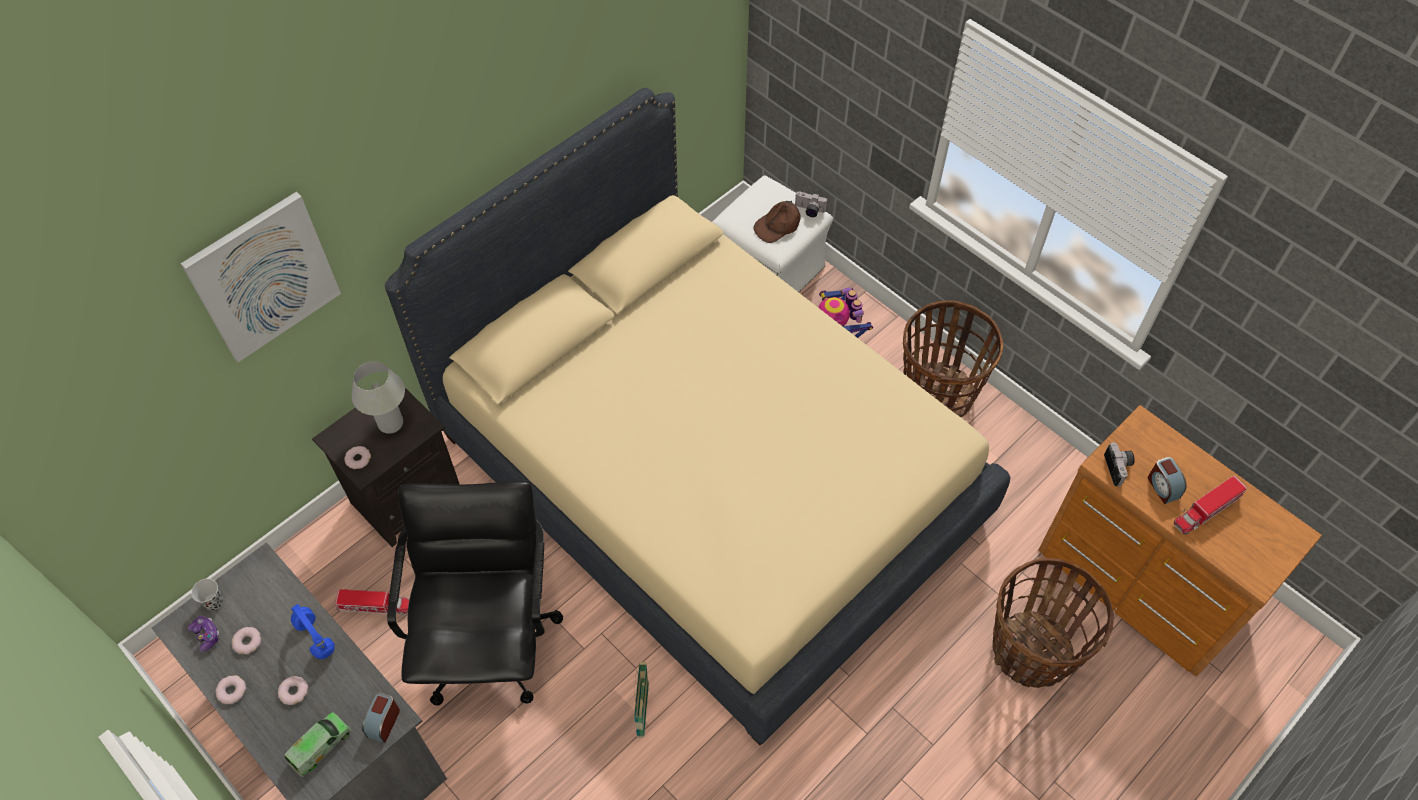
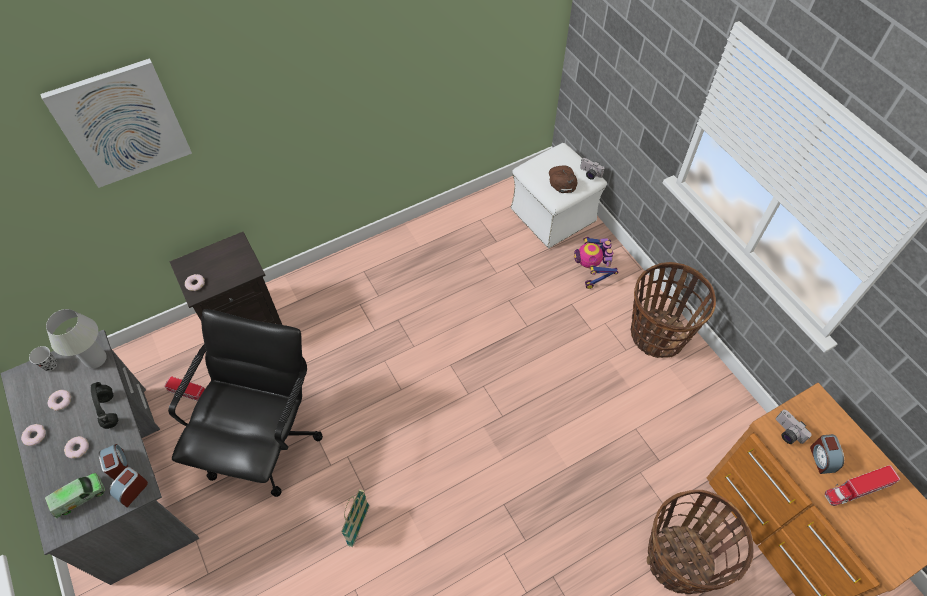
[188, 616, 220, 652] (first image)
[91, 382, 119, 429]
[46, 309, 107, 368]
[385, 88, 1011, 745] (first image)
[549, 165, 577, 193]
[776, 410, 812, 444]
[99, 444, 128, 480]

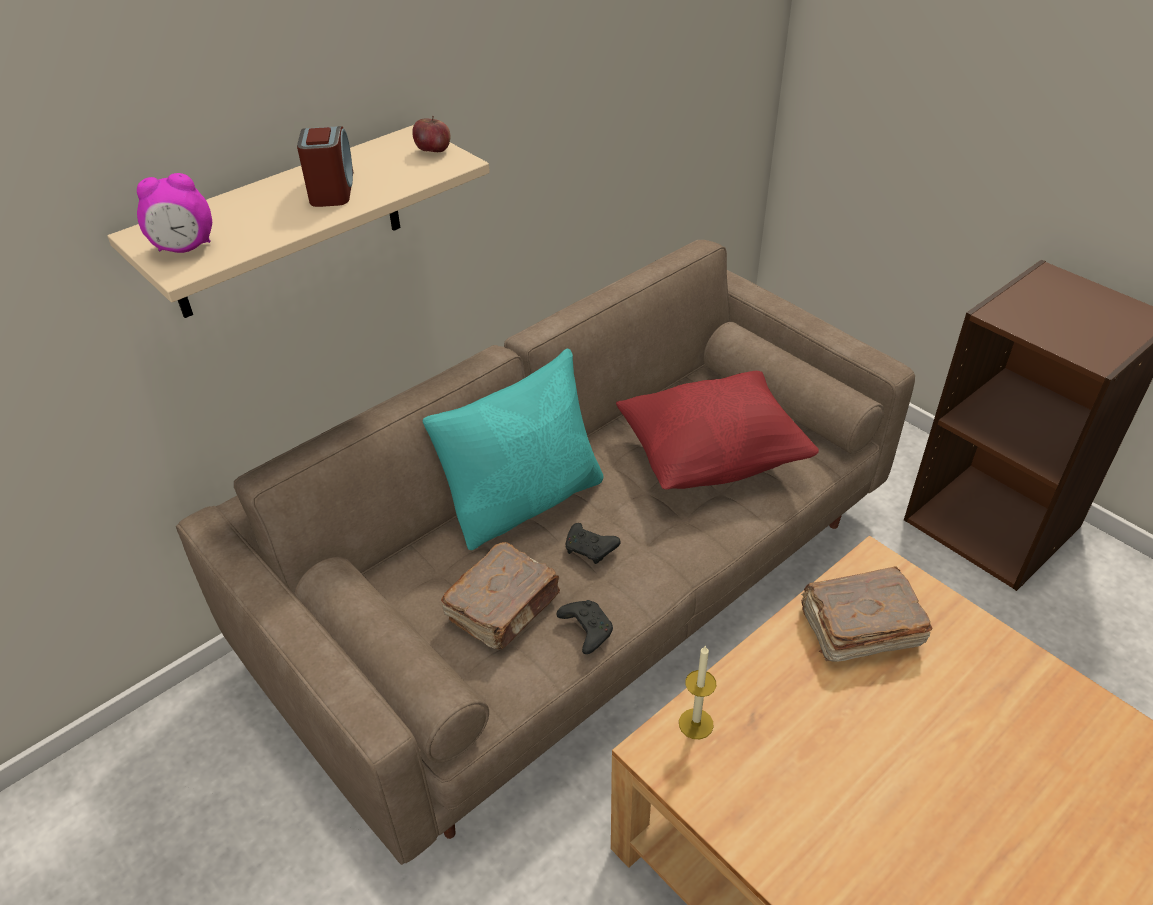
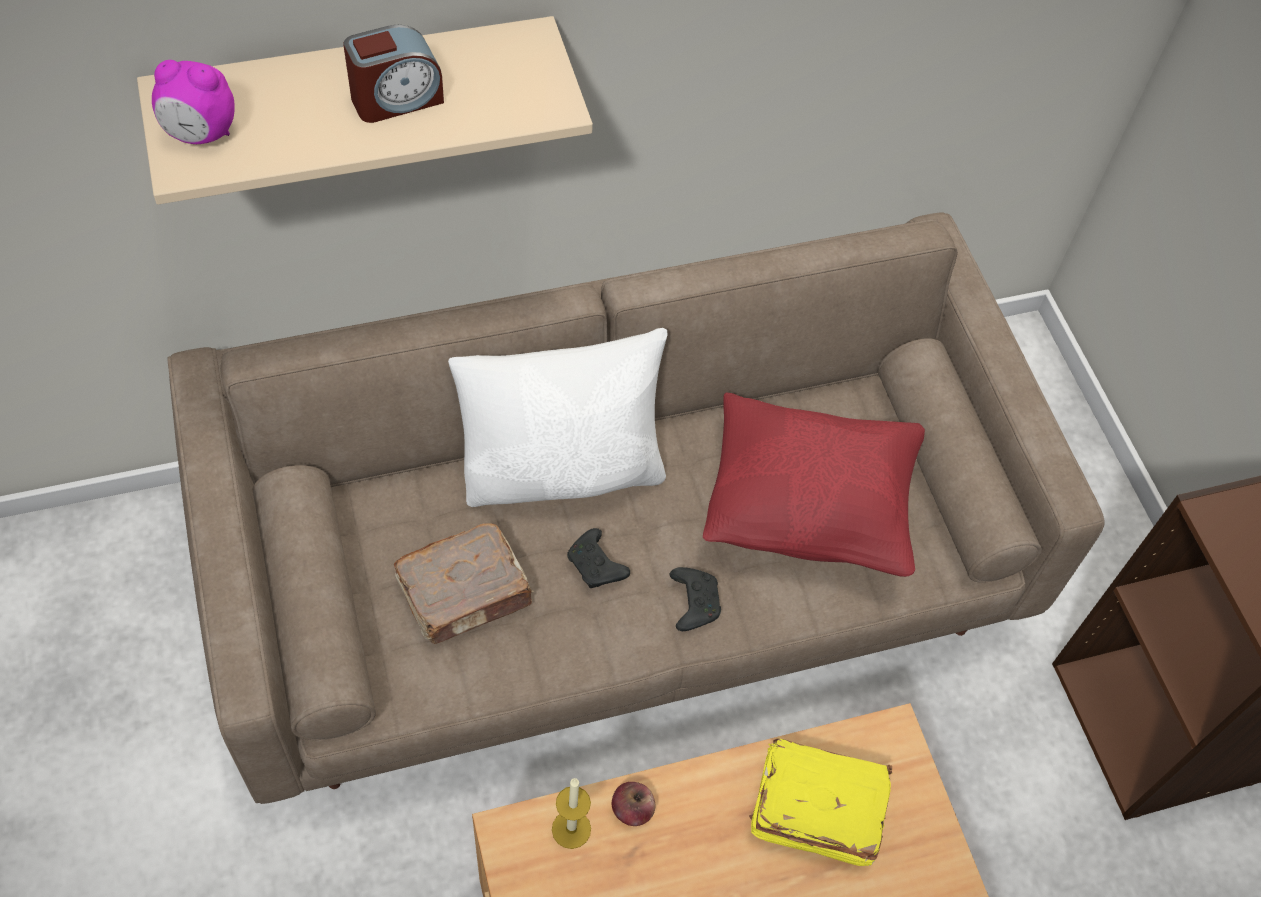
[343, 25, 444, 123]
[612, 782, 655, 826]
[448, 328, 667, 507]
[670, 567, 721, 631]
[749, 738, 892, 866]

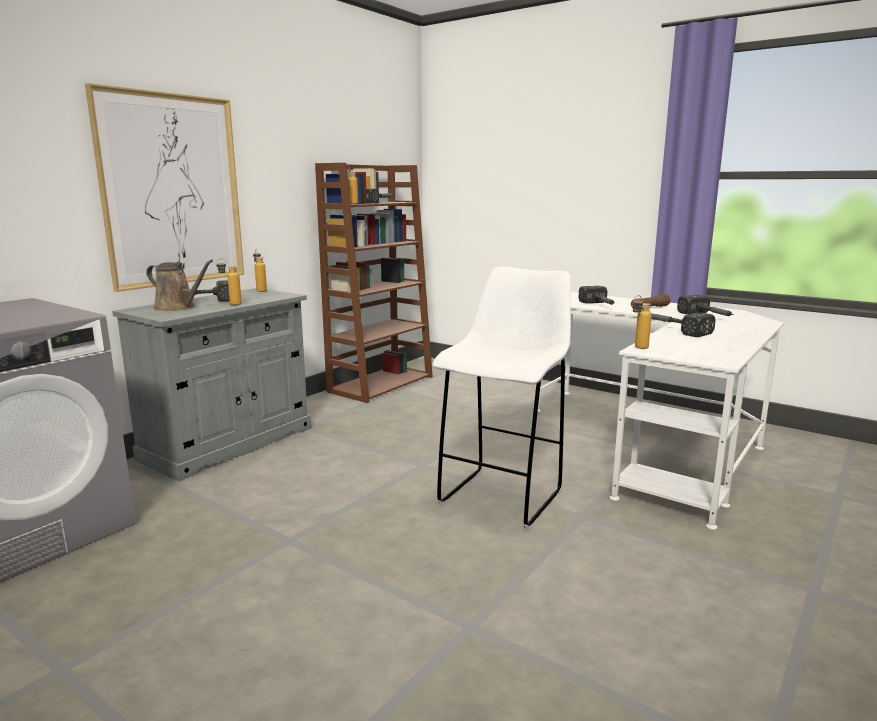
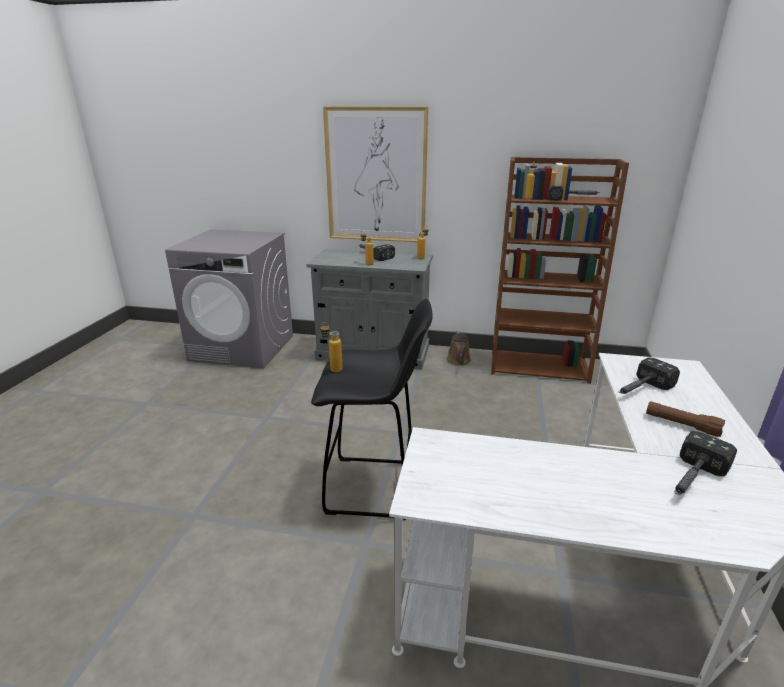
[447, 331, 471, 366]
[311, 299, 433, 520]
[320, 322, 343, 372]
[651, 313, 716, 337] (first image)

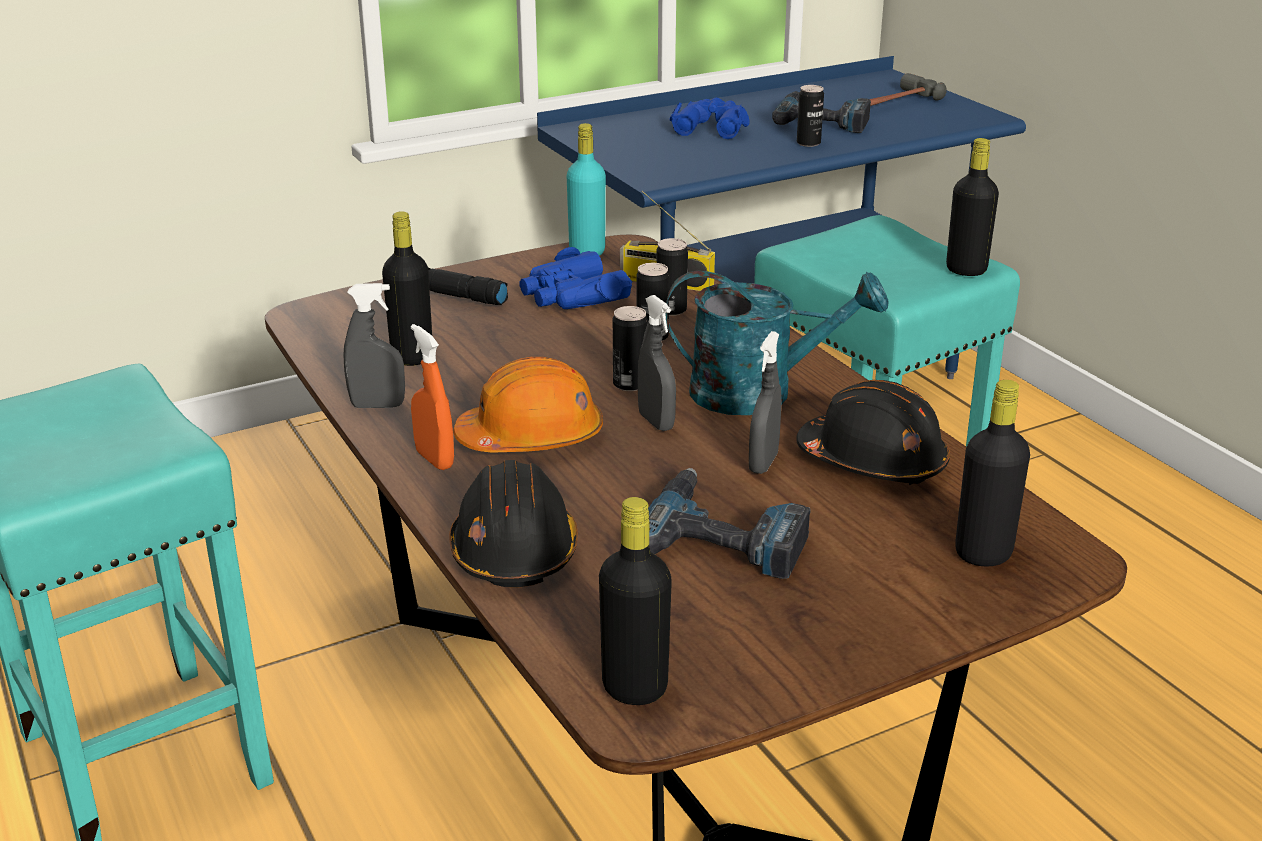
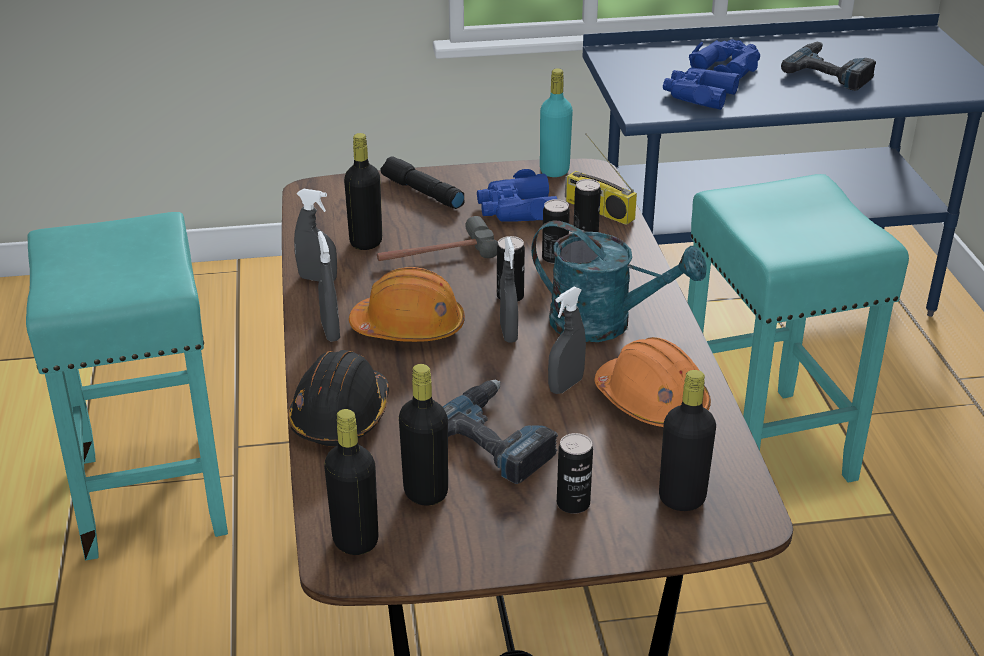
[318, 231, 340, 342]
[595, 337, 711, 427]
[557, 433, 593, 514]
[377, 216, 498, 261]
[399, 364, 448, 506]
[663, 64, 741, 110]

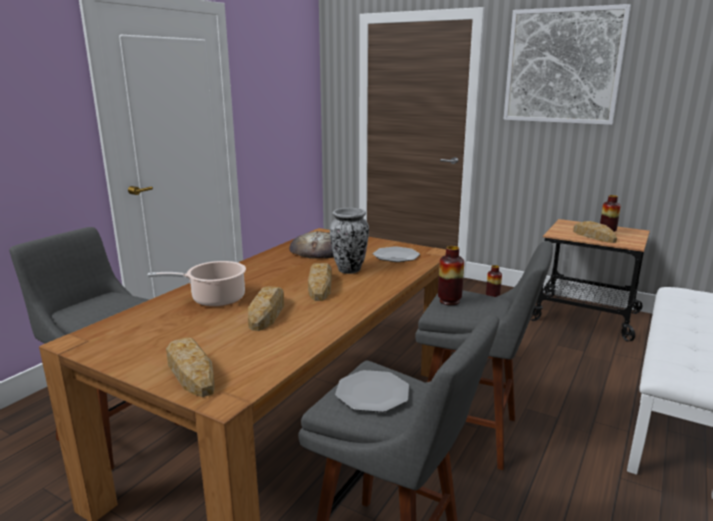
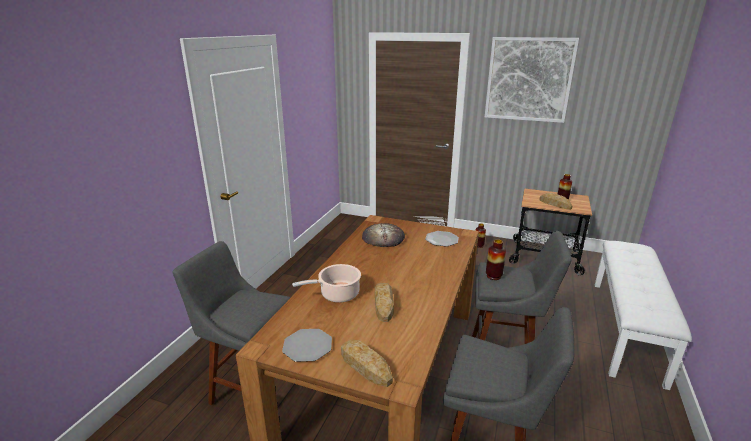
[308, 263, 332, 301] (first image)
[330, 208, 369, 274] (first image)
[282, 329, 332, 362]

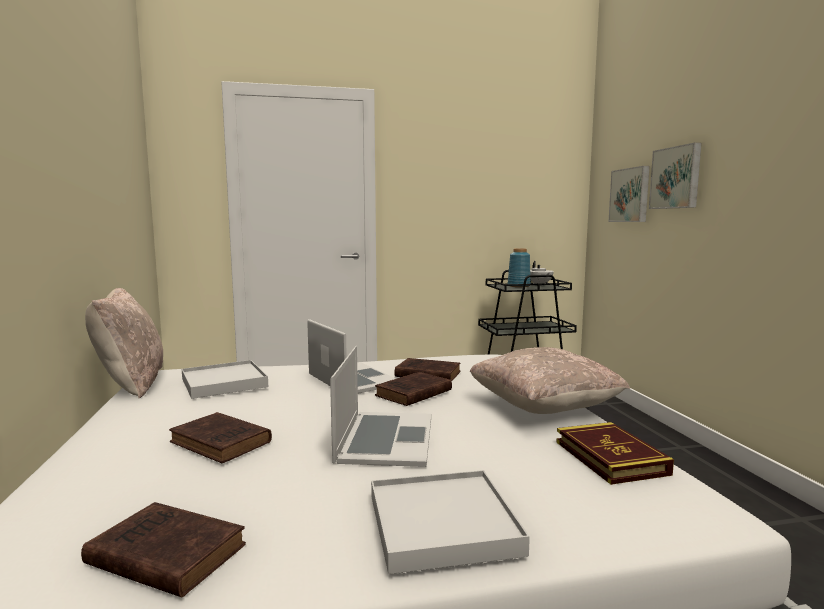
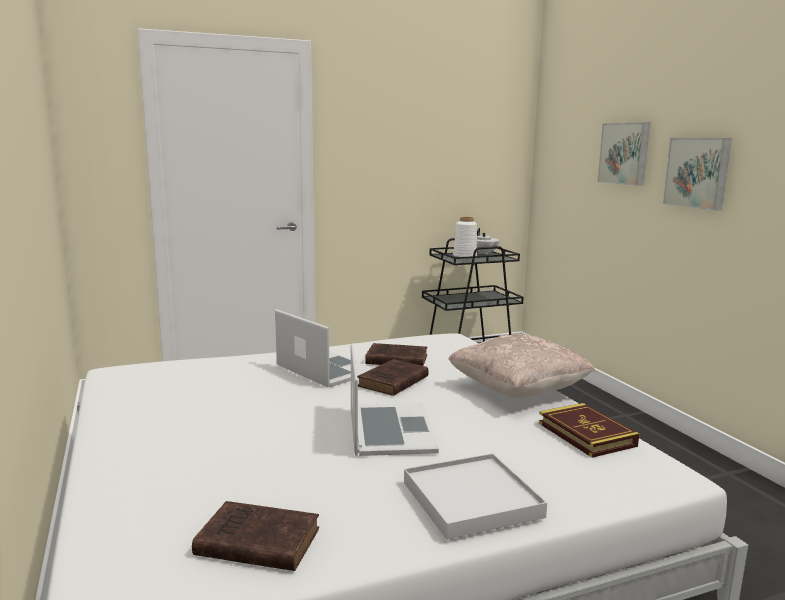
[85, 288, 163, 398] (first image)
[169, 412, 272, 463] (first image)
[182, 360, 268, 399] (first image)
[453, 217, 477, 257]
[663, 138, 732, 211]

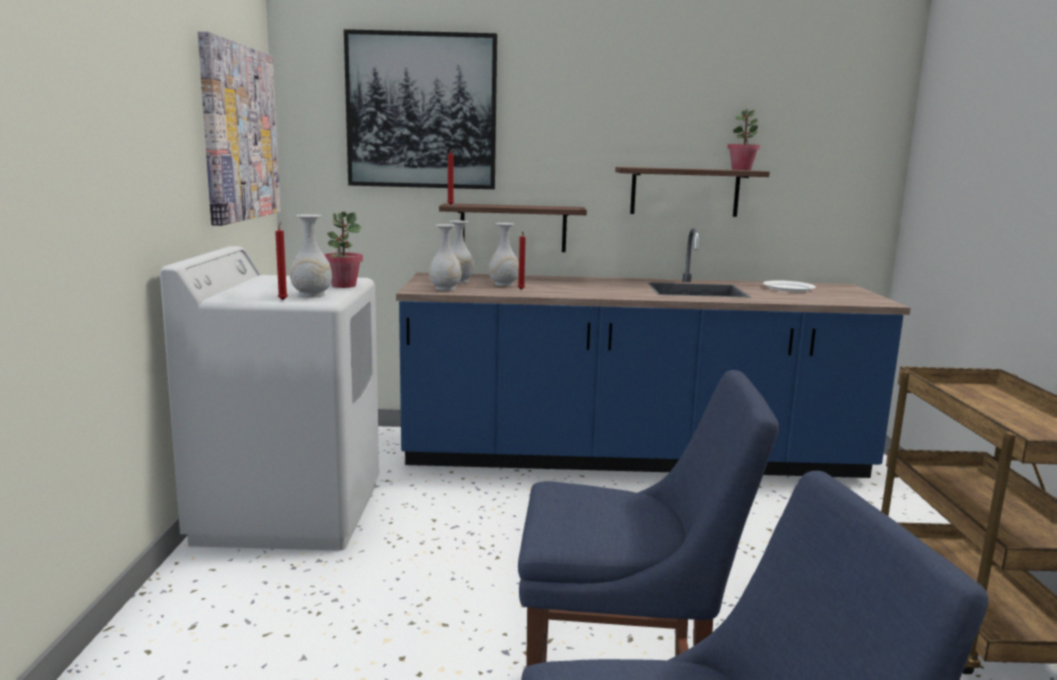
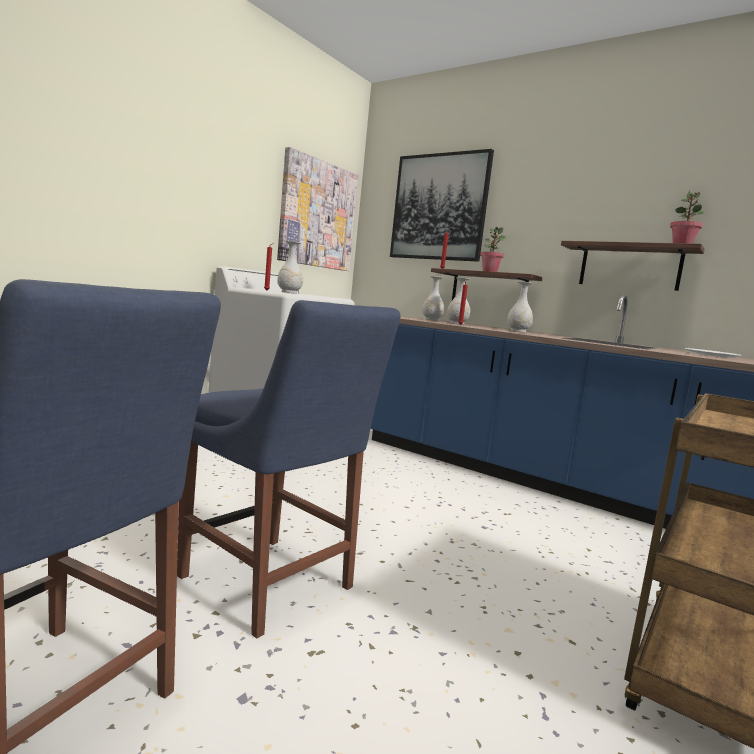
[480, 227, 506, 272]
[507, 282, 533, 332]

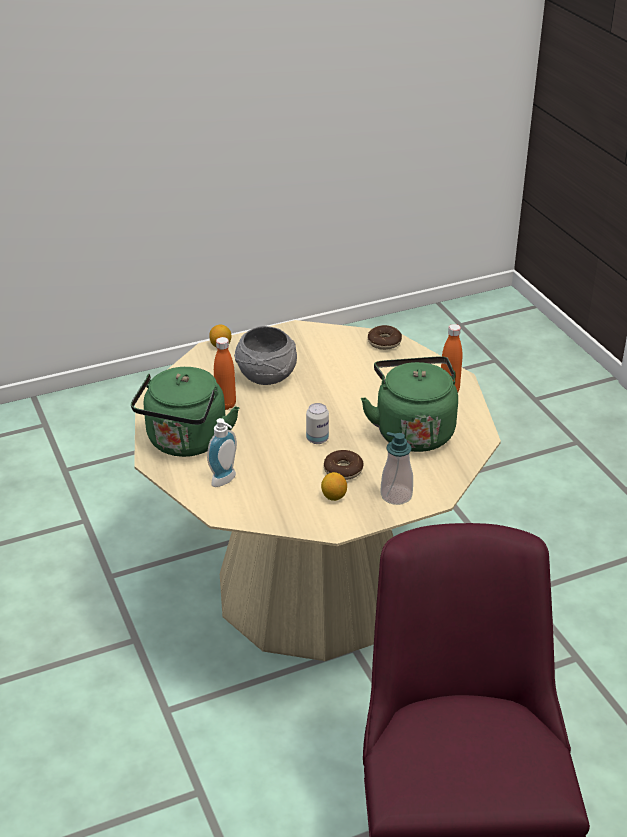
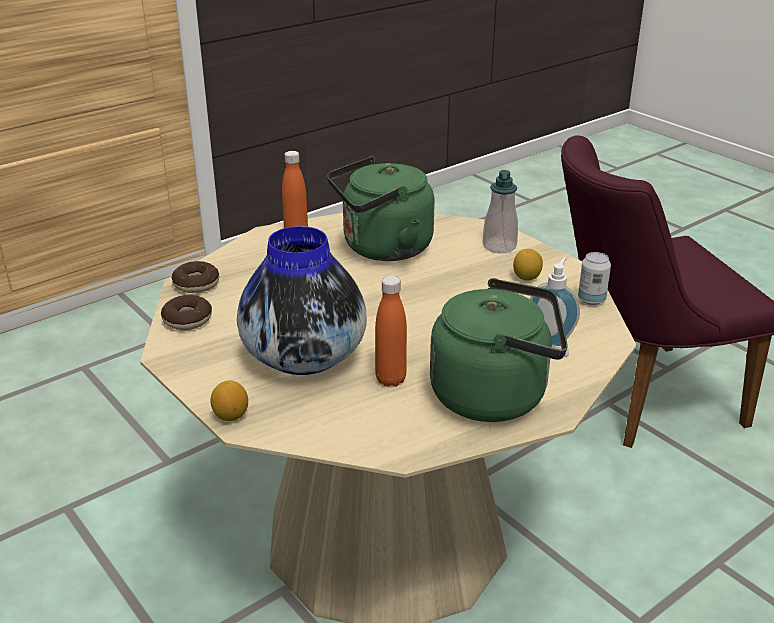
[237, 226, 367, 375]
[578, 252, 611, 305]
[161, 295, 212, 330]

